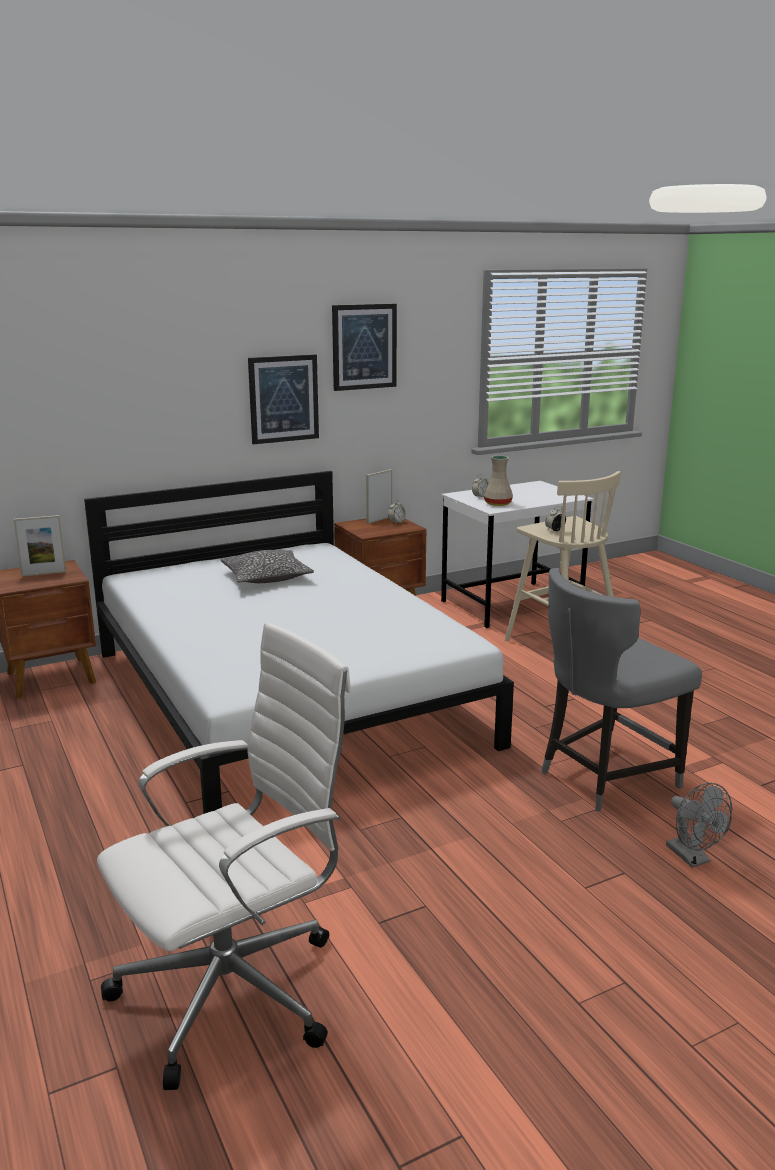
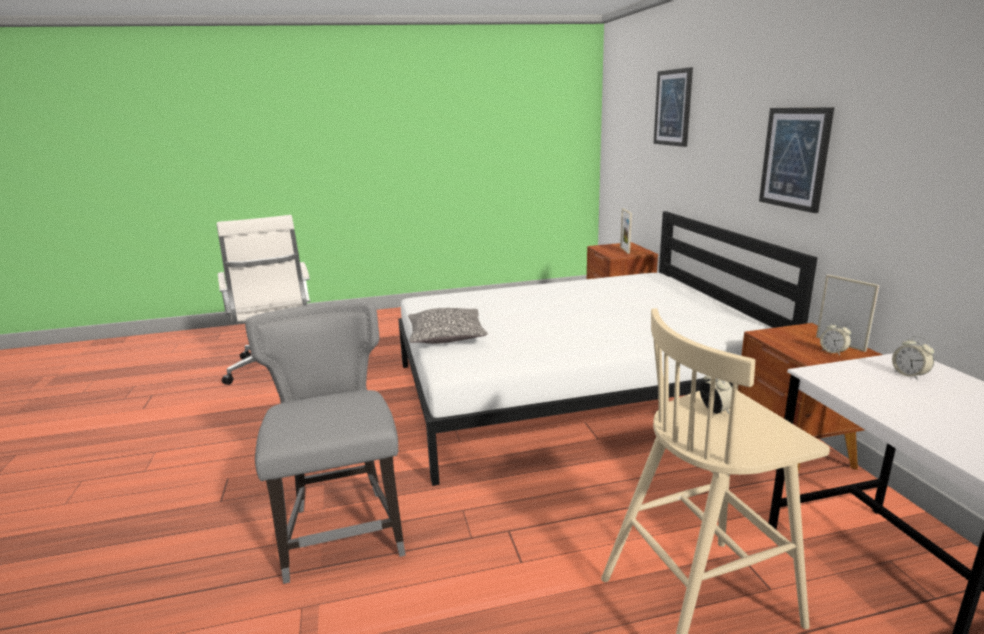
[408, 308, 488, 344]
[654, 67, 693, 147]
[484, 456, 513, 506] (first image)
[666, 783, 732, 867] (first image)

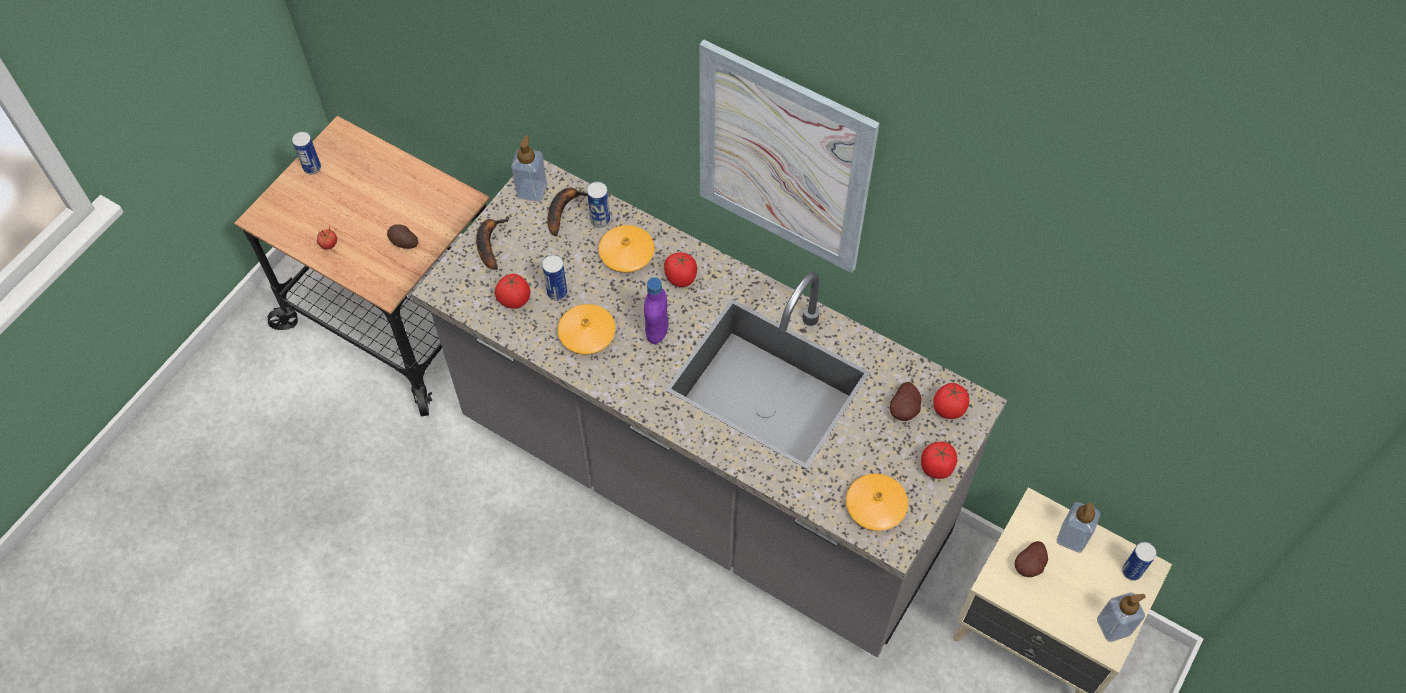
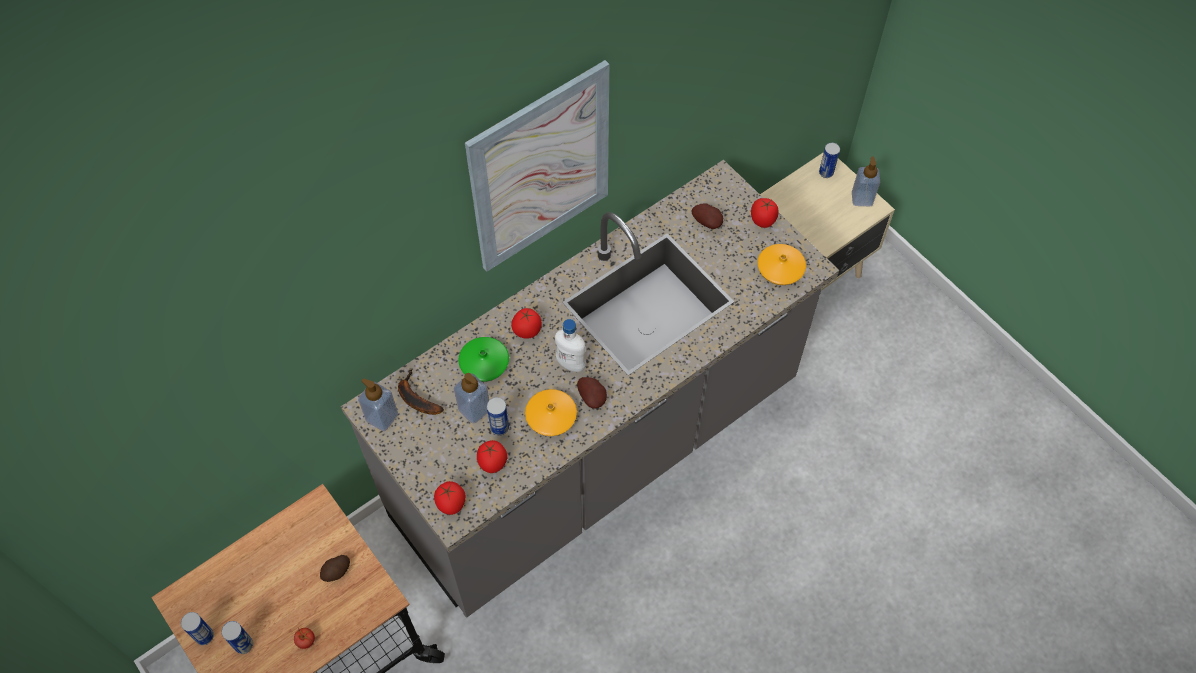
[476, 217, 509, 270] (first image)
[221, 621, 253, 654]
[458, 337, 509, 382]
[555, 319, 586, 372]
[434, 481, 466, 515]
[577, 377, 607, 409]
[454, 373, 489, 424]

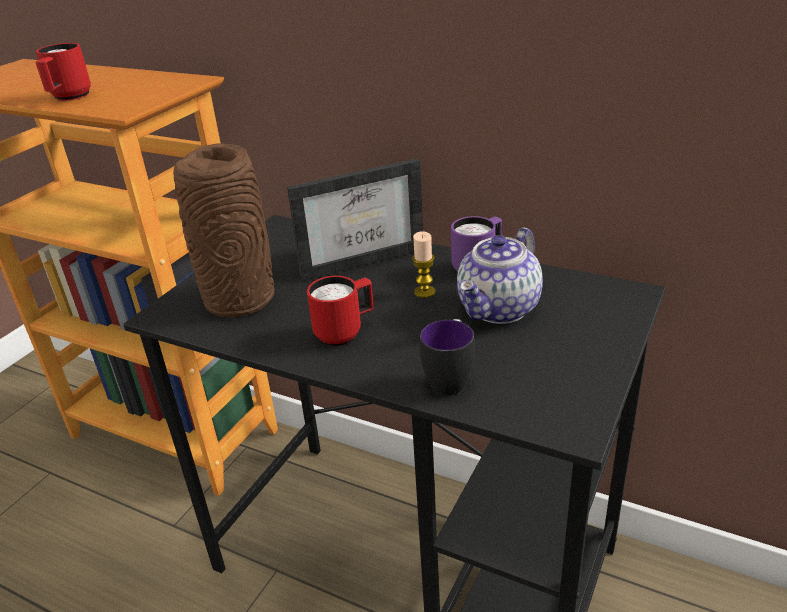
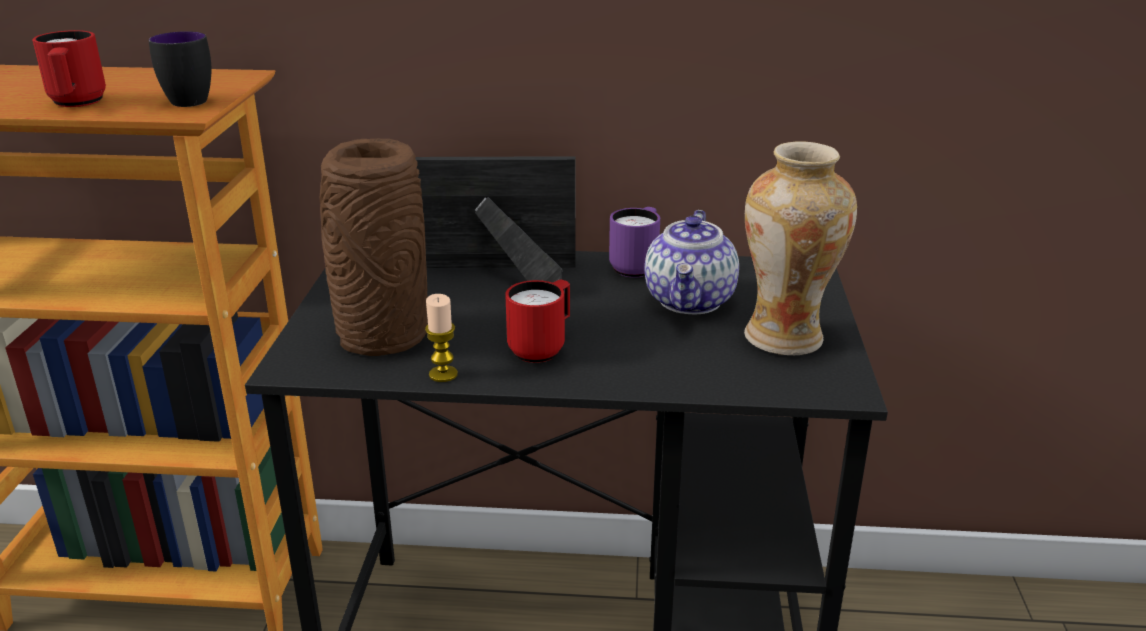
[415, 156, 576, 283]
[425, 294, 458, 382]
[149, 31, 211, 107]
[744, 141, 857, 355]

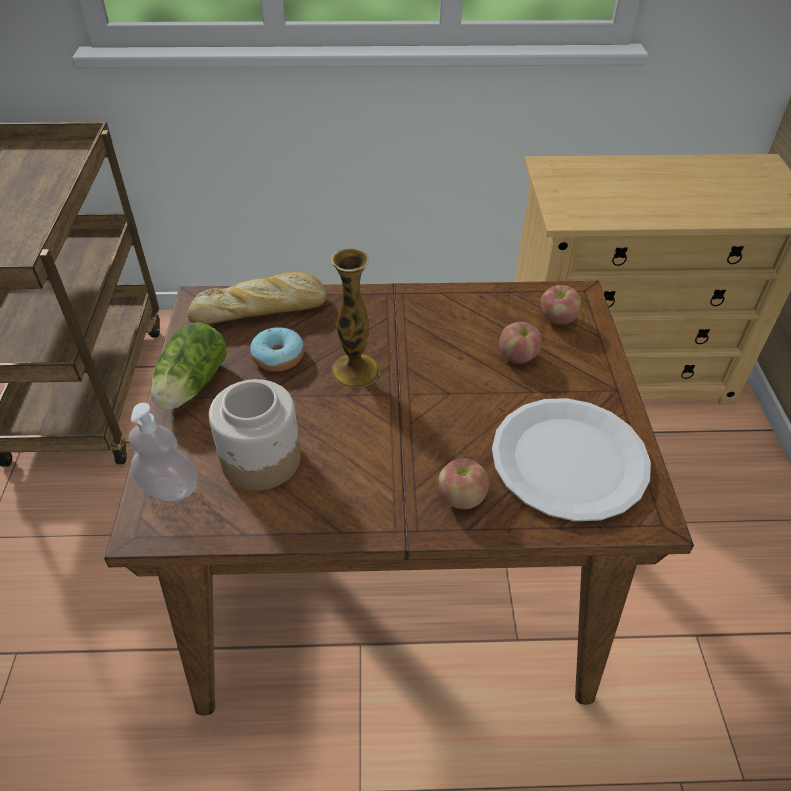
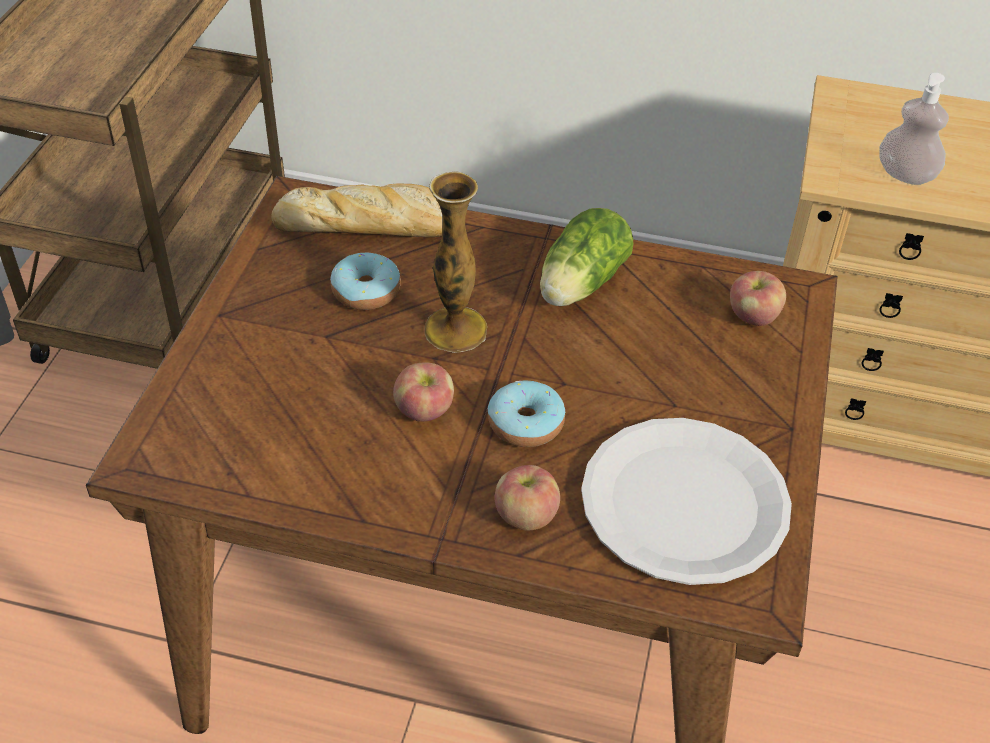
[879, 73, 949, 185]
[540, 208, 633, 306]
[209, 379, 301, 491] (first image)
[393, 362, 454, 422]
[488, 380, 565, 447]

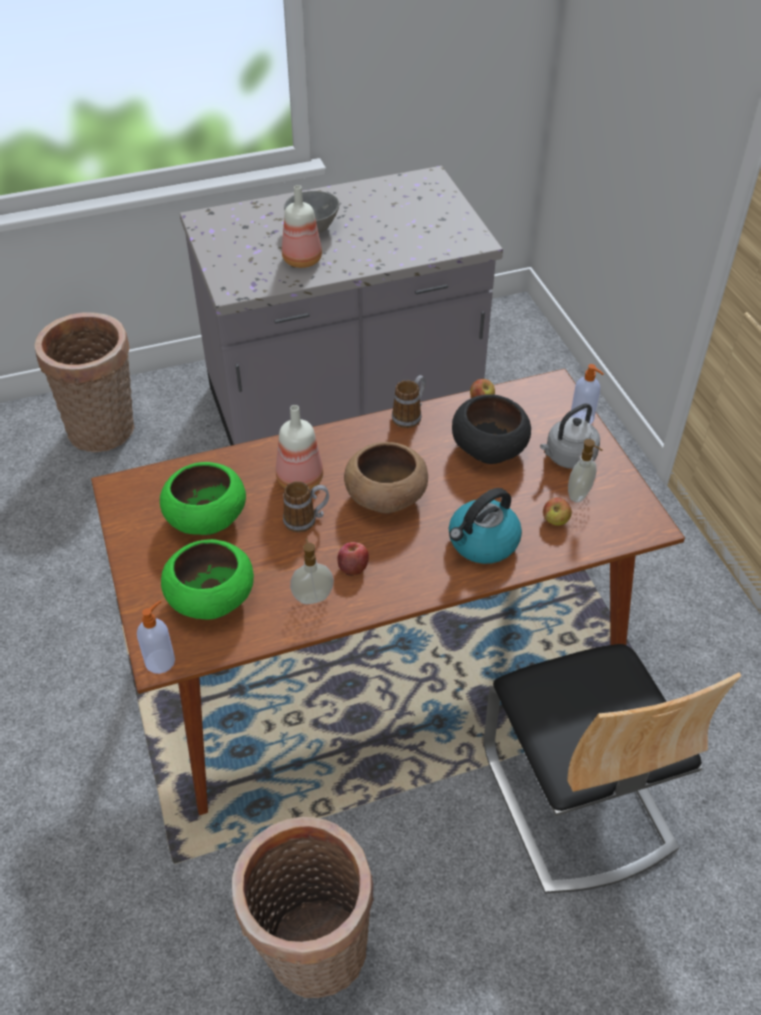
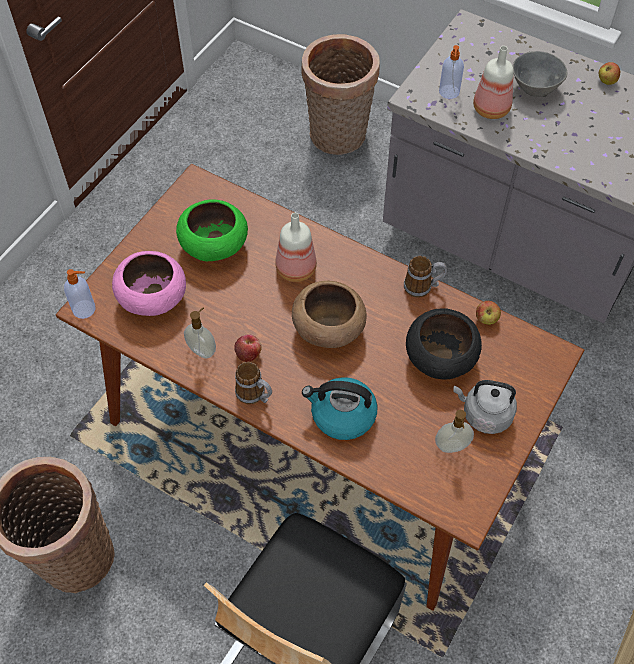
[112, 251, 186, 316]
[235, 362, 272, 404]
[599, 62, 620, 85]
[439, 45, 464, 99]

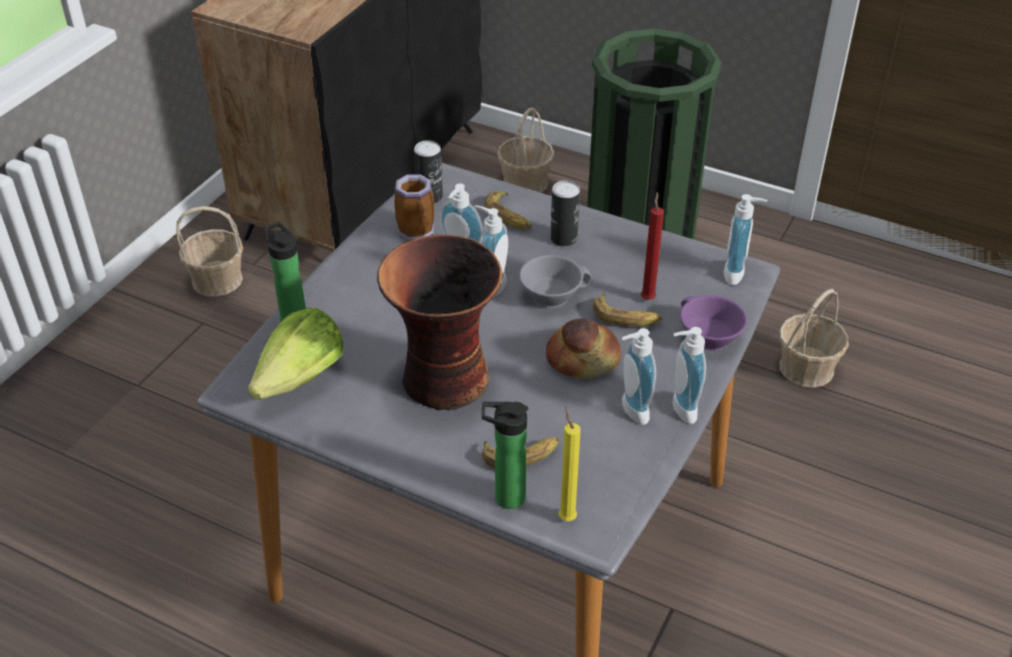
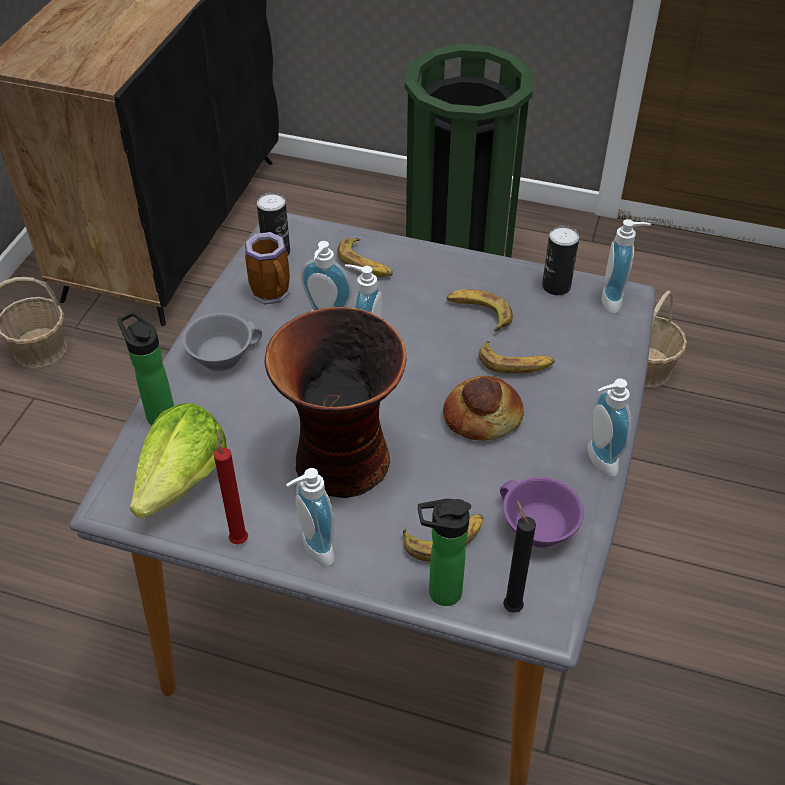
[497, 107, 555, 193] (first image)
[182, 313, 262, 371]
[542, 226, 579, 295]
[503, 500, 536, 613]
[286, 468, 335, 567]
[214, 429, 248, 544]
[500, 477, 584, 547]
[447, 289, 513, 331]

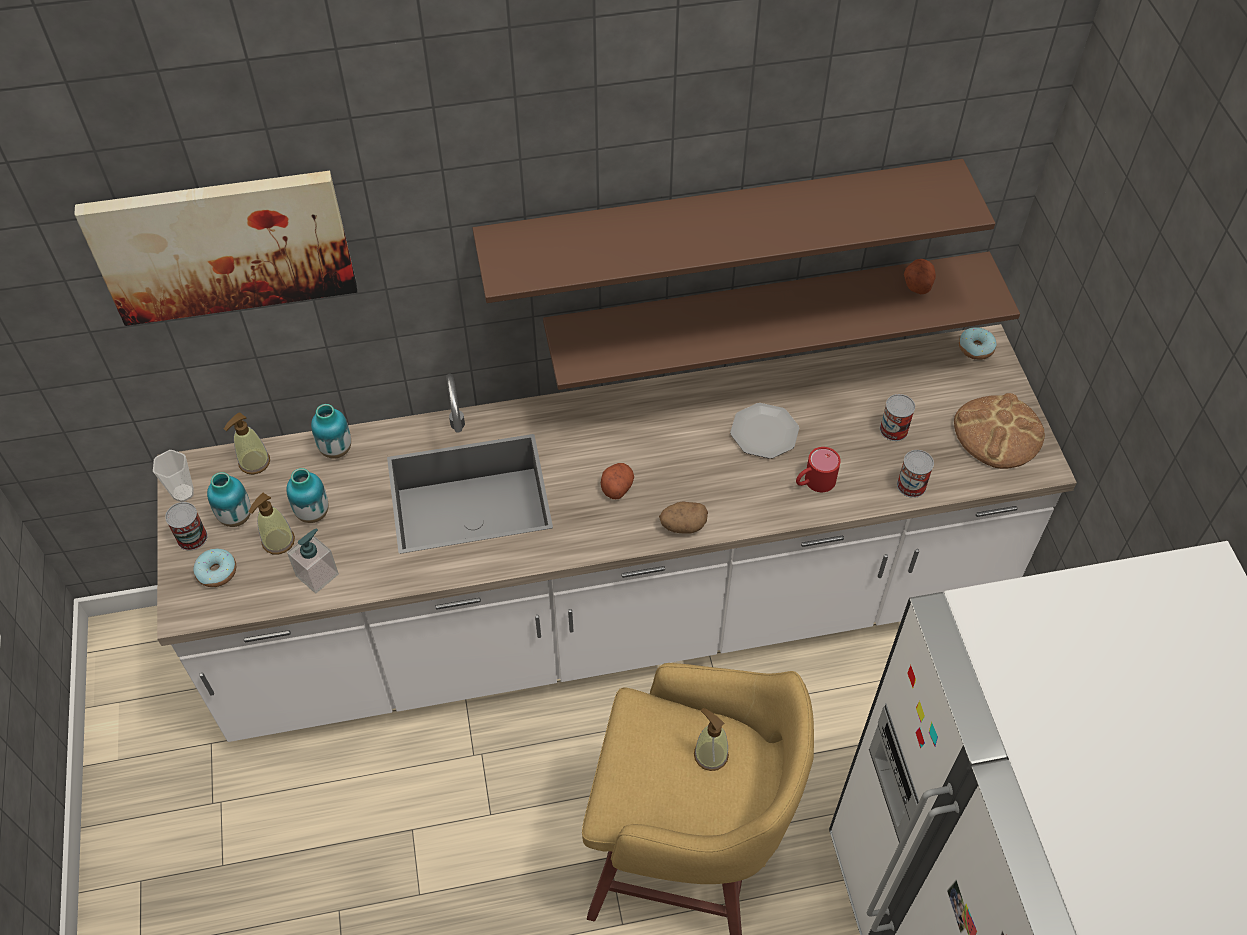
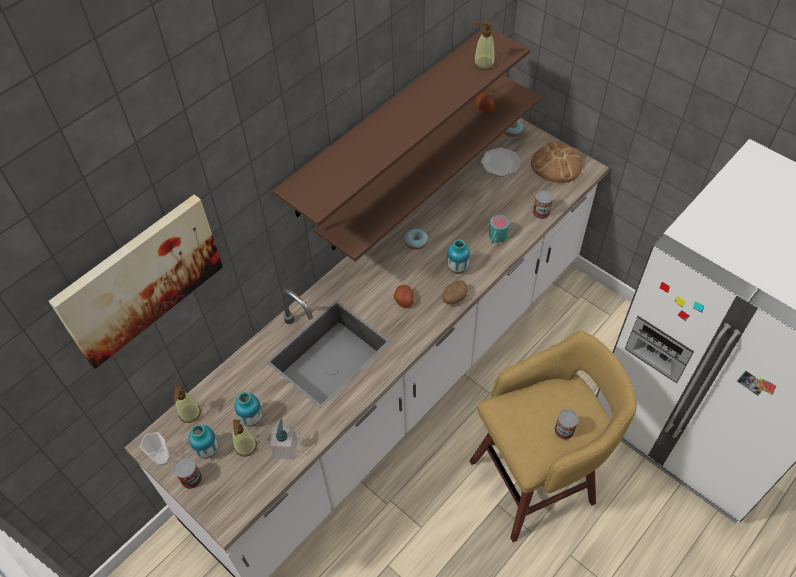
[404, 229, 428, 250]
[447, 239, 470, 274]
[474, 21, 495, 70]
[481, 148, 521, 177]
[489, 215, 509, 243]
[554, 409, 579, 440]

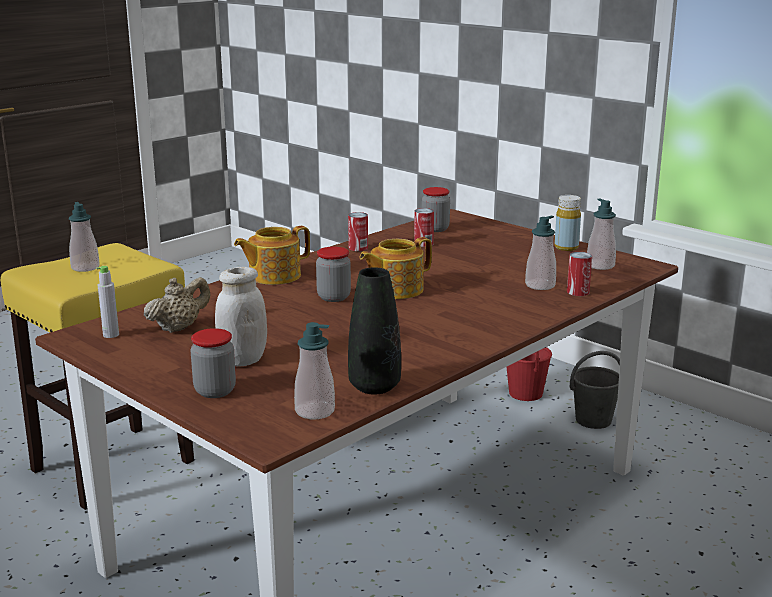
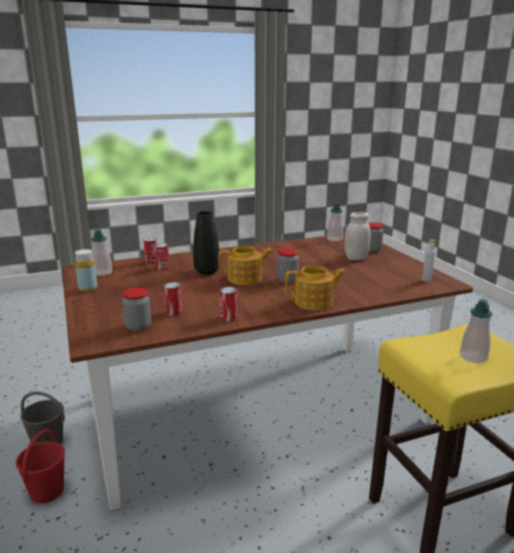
[144, 277, 210, 333] (first image)
[193, 211, 219, 274]
[154, 243, 170, 270]

